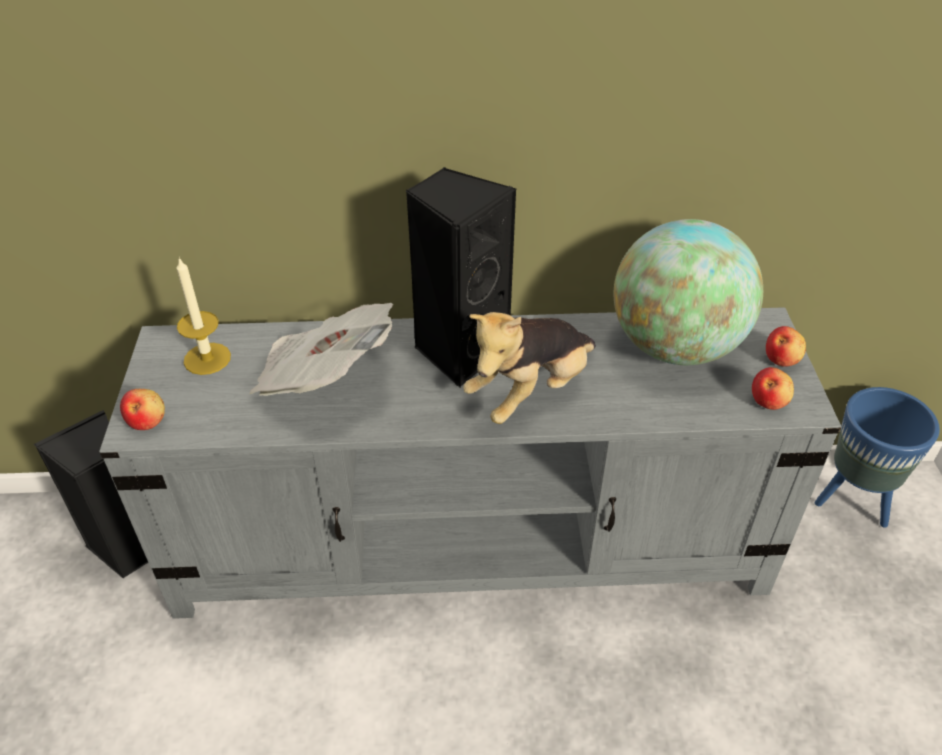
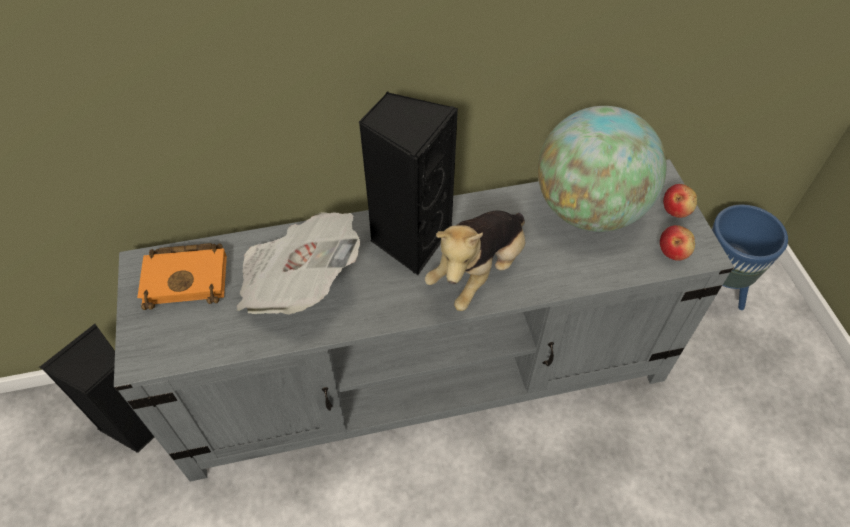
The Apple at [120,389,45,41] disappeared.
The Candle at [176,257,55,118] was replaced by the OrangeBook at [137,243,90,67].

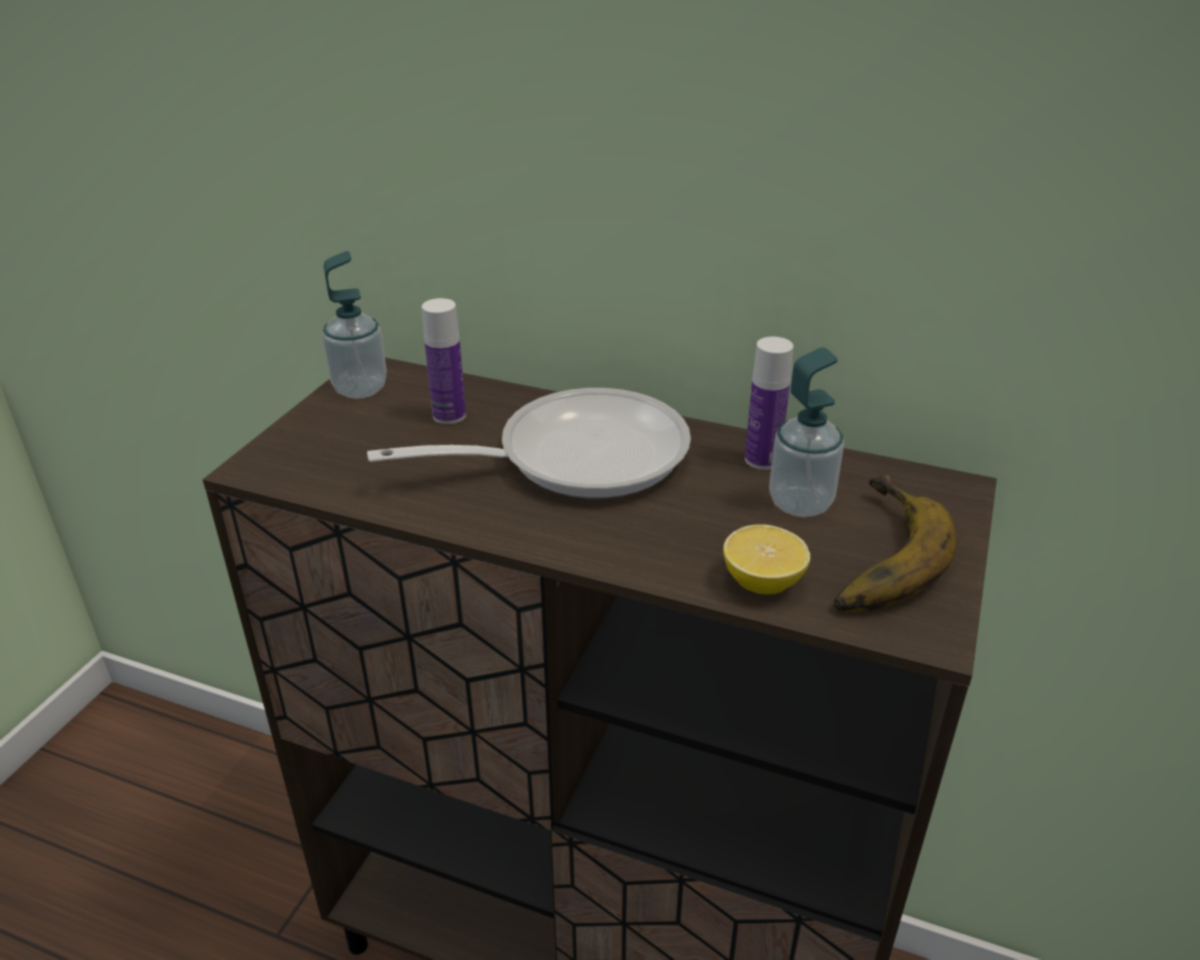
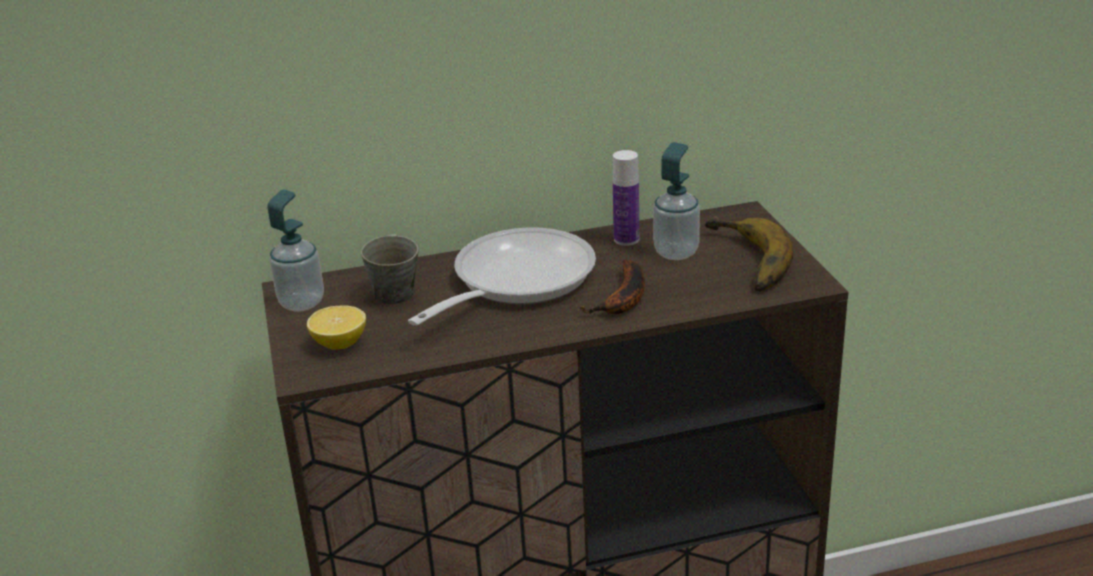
The Bottle at [422,298,44,126] was replaced by the GreyMug at [361,234,58,70].
The Lemon moved from [723,524,87,70] to [307,305,59,45].
The Banana at [580,259,65,55] appeared.

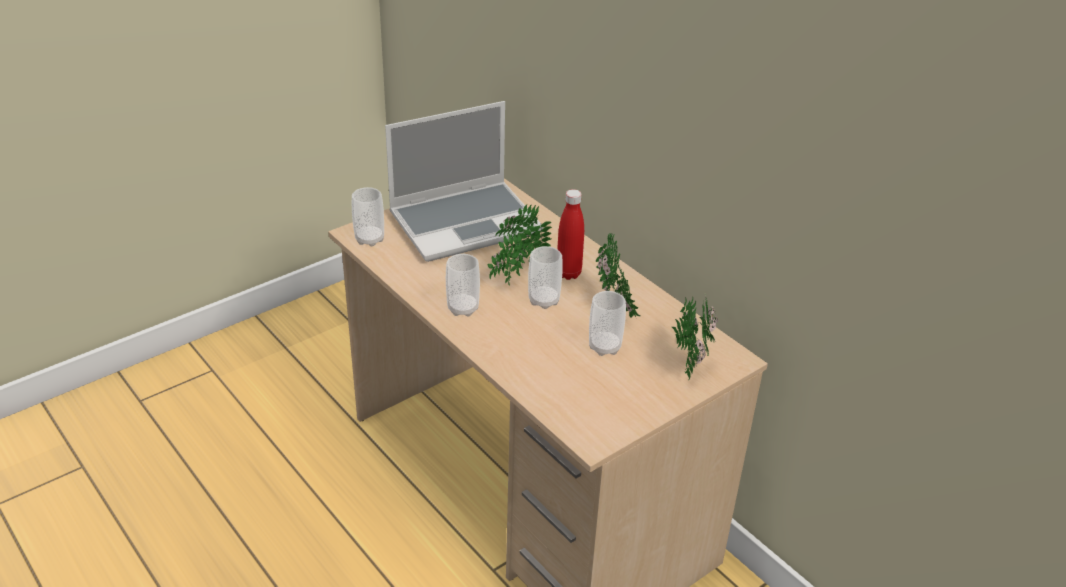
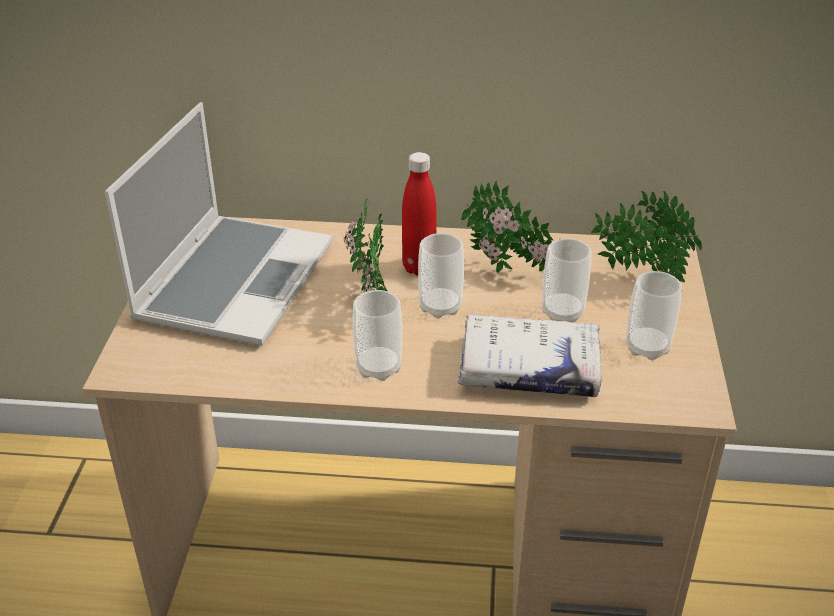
The Cup moved from [352,187,32,59] to [626,271,56,89].
The WhiteBook at [457,315,145,82] appeared.

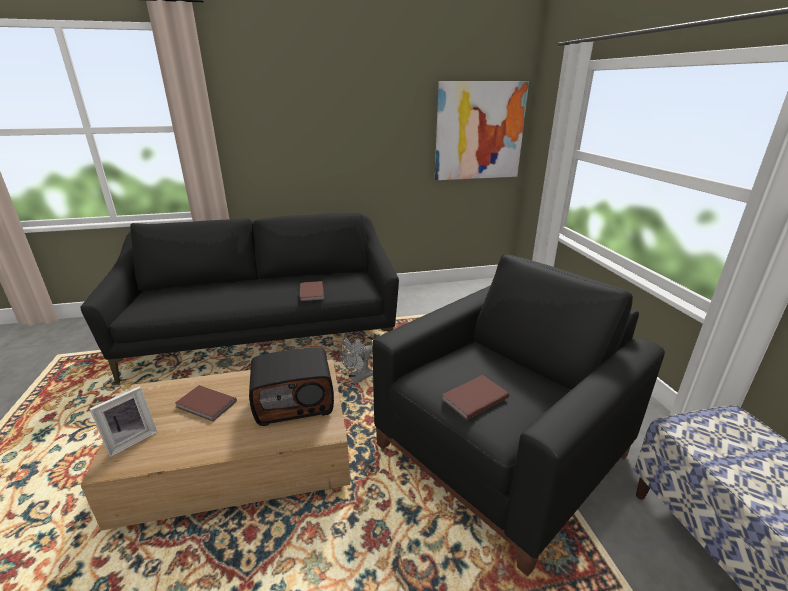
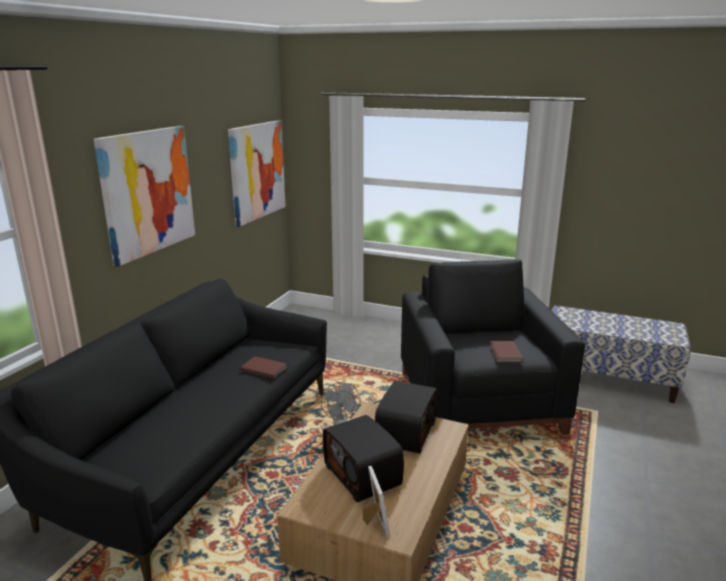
The BrownBook at [175,385,62,37] was replaced by the Radio at [323,415,81,87].
The Picture at [94,126,101,141] appeared.

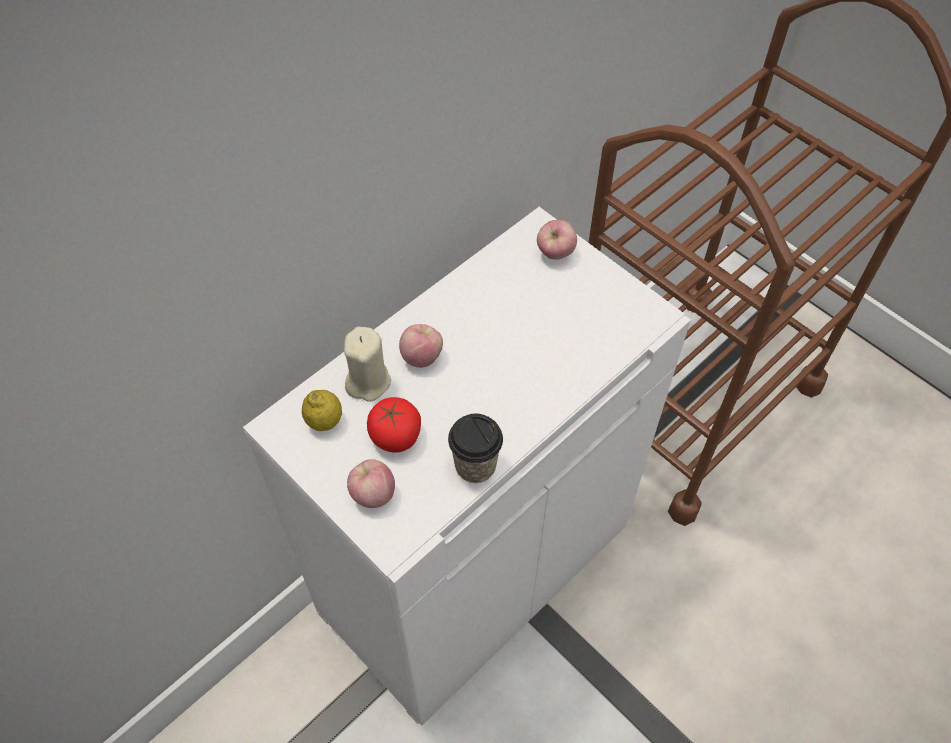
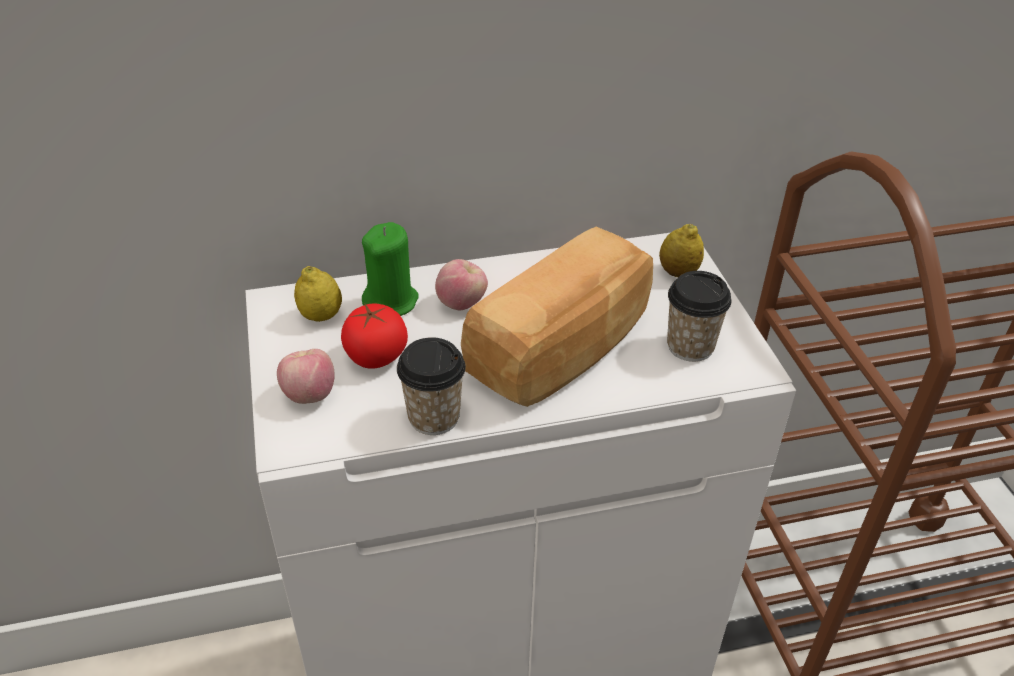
The BeigeCandle at [344,326,47,76] became the GreenCandle at [362,222,57,94].
The Apple at [537,220,40,40] was replaced by the Lemon at [659,224,45,53].
The Bread at [461,226,192,181] appeared.
The Cup at [667,271,65,91] appeared.

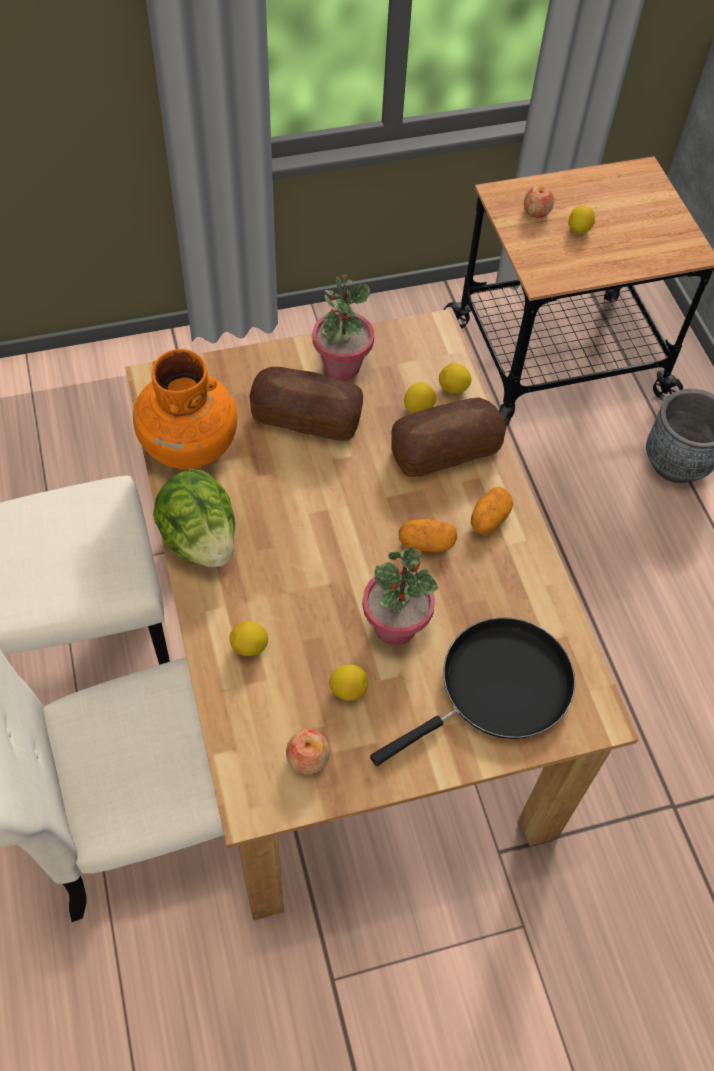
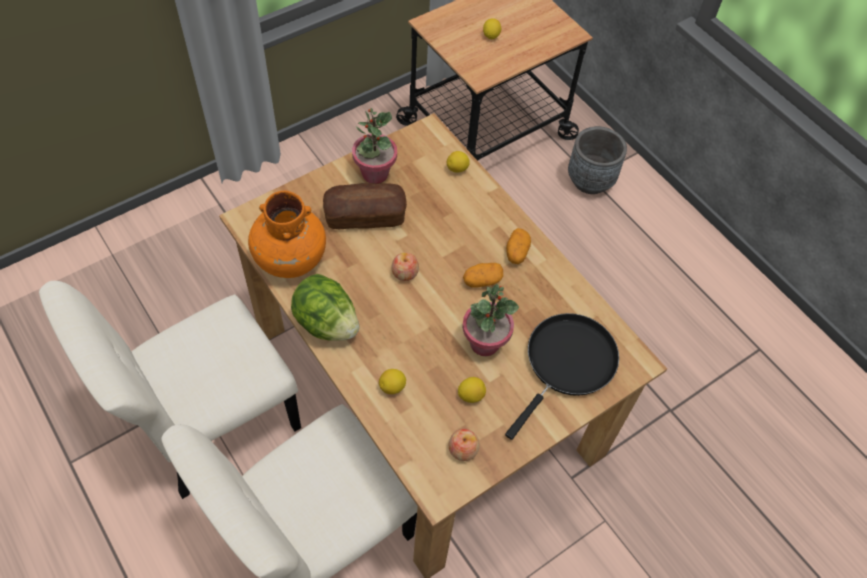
The Bread at [391,398,115,79] disappeared.
The Lemon at [404,382,32,31] disappeared.
The Apple moved from [524,185,30,33] to [391,252,28,29].

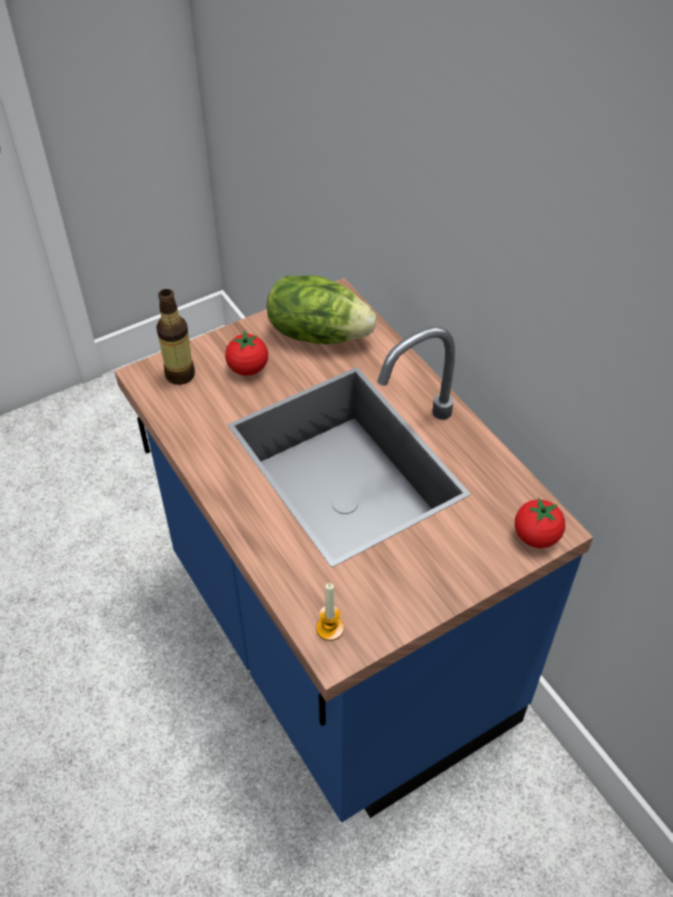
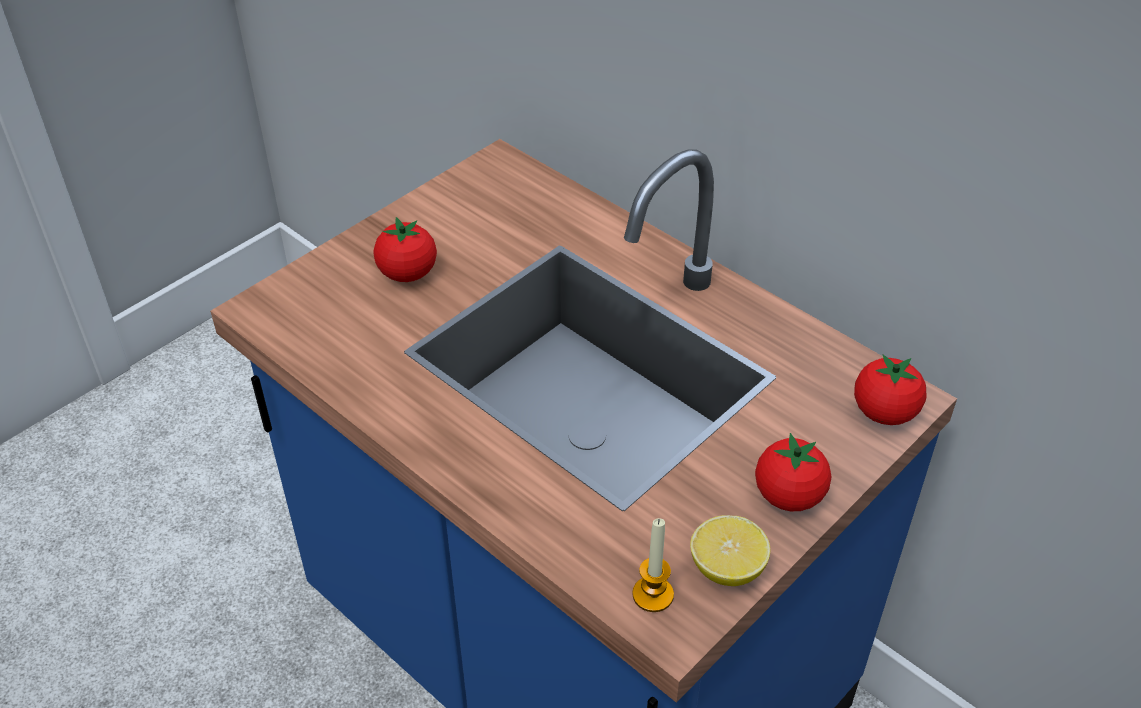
The Bottle at [156,289,39,96] disappeared.
The Lettuce at [267,275,109,70] disappeared.
The Lemon at [690,515,80,71] appeared.
The Tomato at [755,433,76,78] appeared.

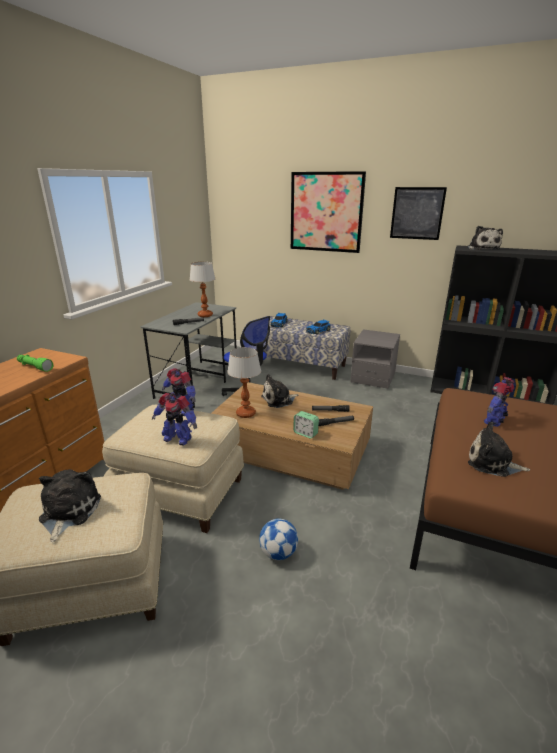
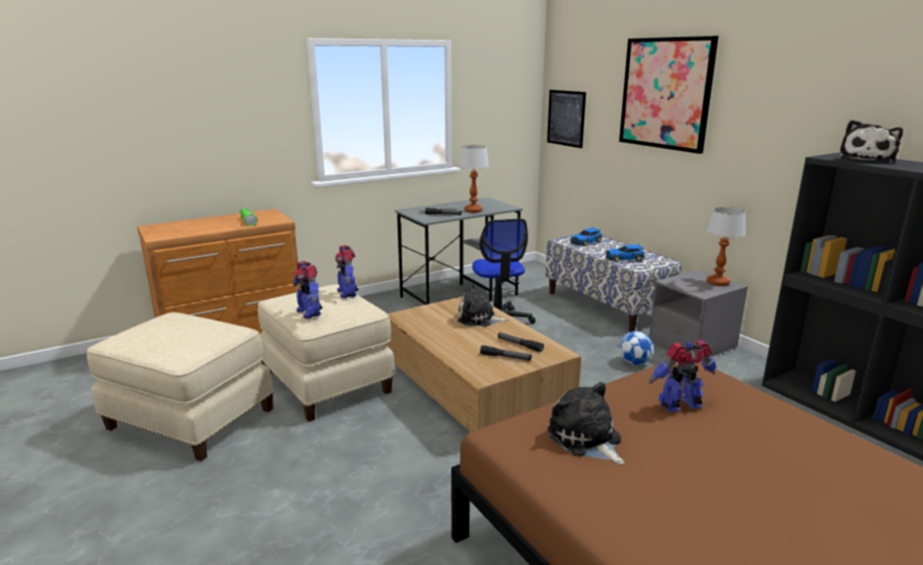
The PlushToy at [39,469,62,73] disappeared.
The TableLamp moved from [227,347,34,71] to [706,207,40,79].
The Football moved from [259,518,39,42] to [619,331,34,34].
The AlarmClock at [293,411,26,28] disappeared.
The Picture moved from [390,187,57,53] to [547,90,39,58].

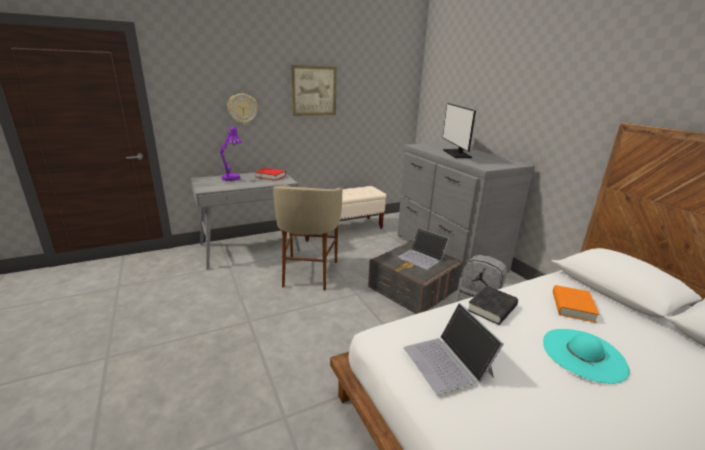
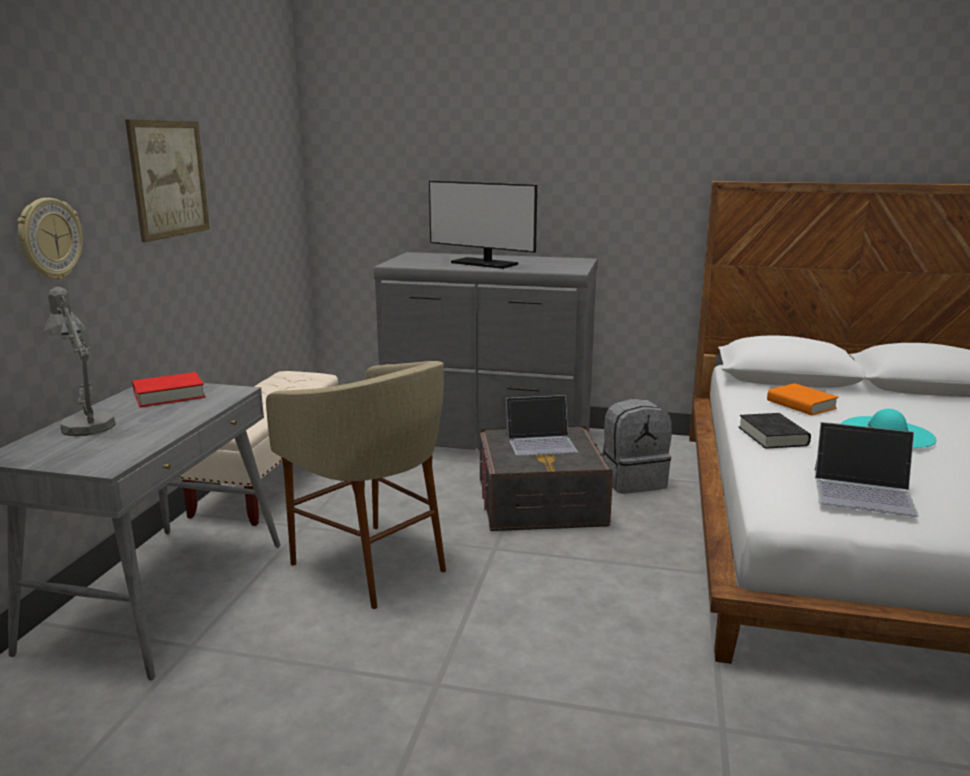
The PurpleTableLamp at [219,126,23,55] became the GreyTableLamp at [43,287,73,149].

